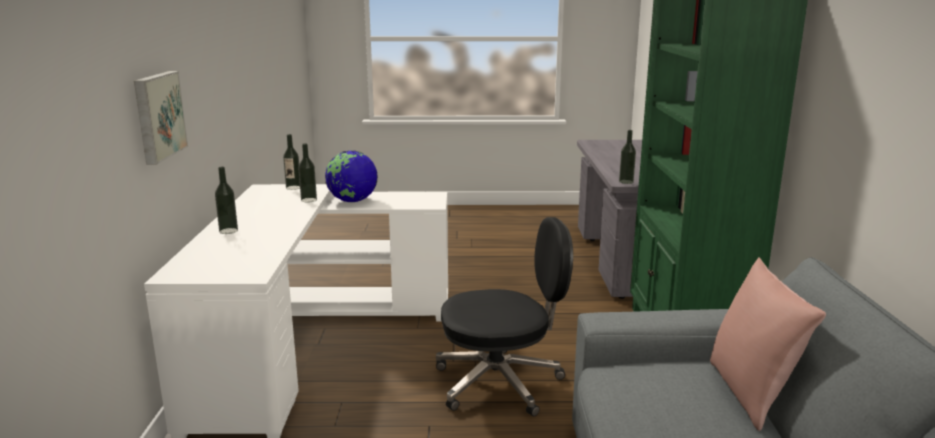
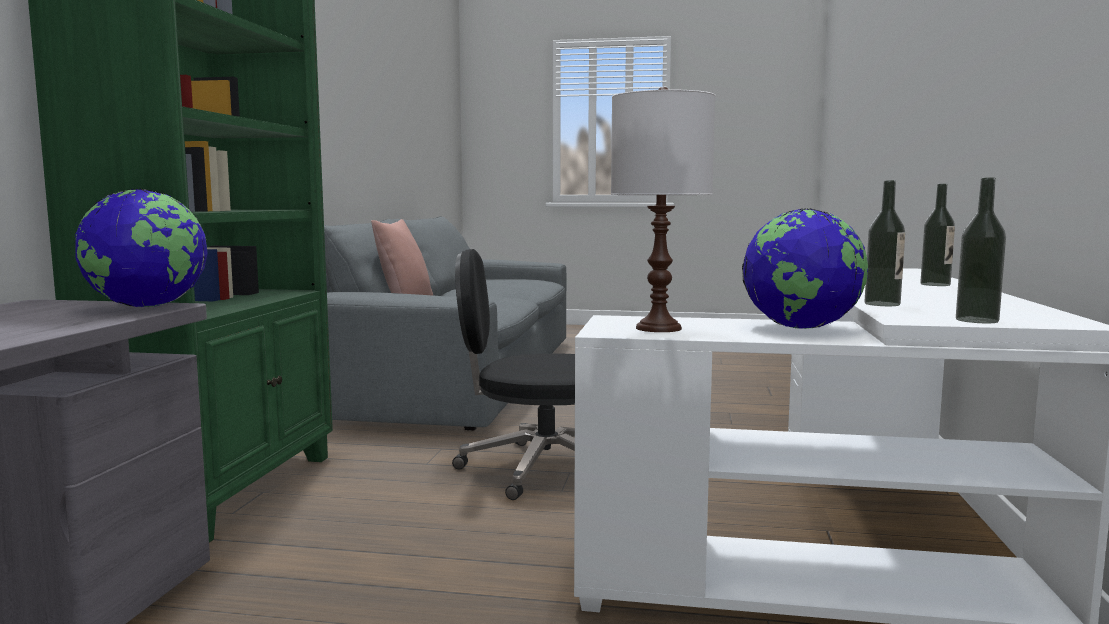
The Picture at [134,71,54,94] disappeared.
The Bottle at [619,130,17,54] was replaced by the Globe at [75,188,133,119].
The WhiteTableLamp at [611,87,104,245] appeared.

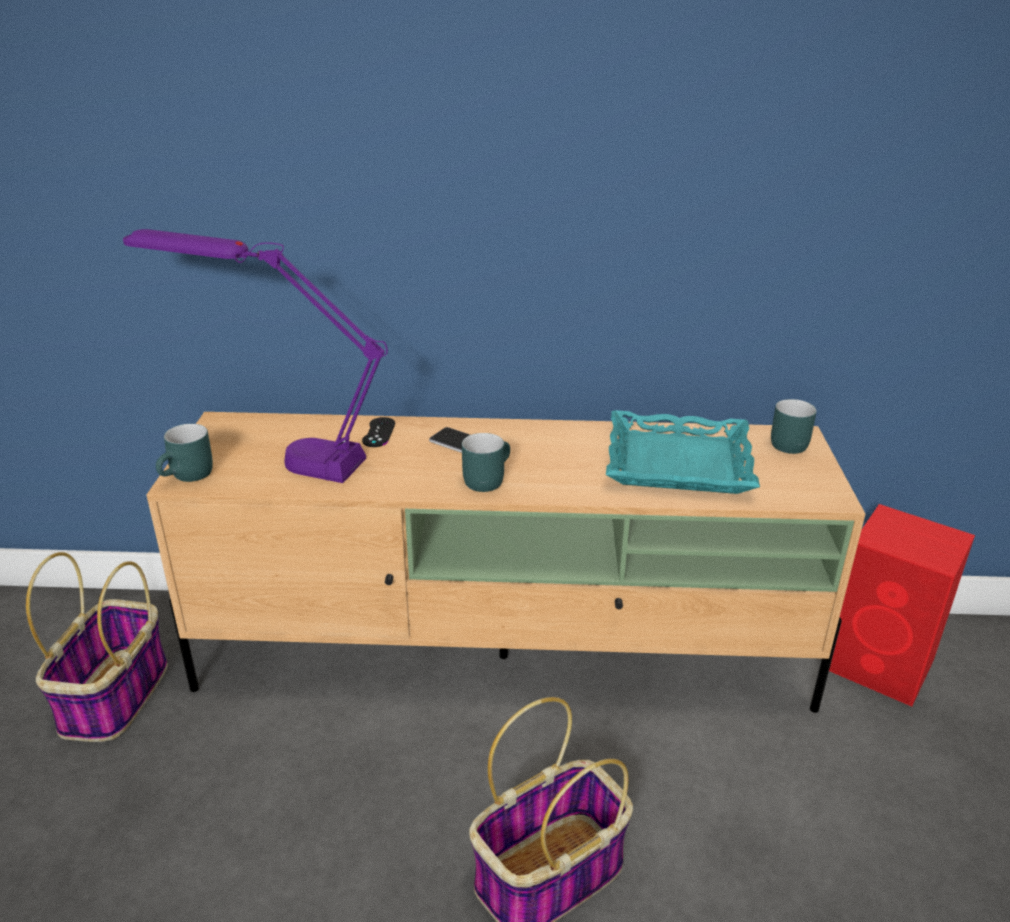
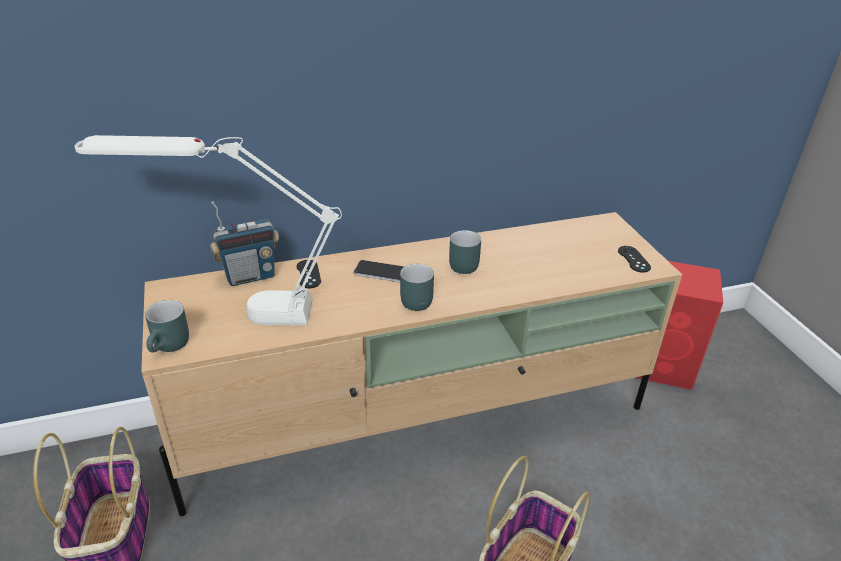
The PurpleTableLamp at [123,229,265,254] became the WhiteTableLamp at [75,135,267,190].
The TurquoiseTray at [606,410,154,84] disappeared.
The TurquoiseMug moved from [771,399,46,55] to [449,230,32,44].
The Radio at [210,201,69,85] appeared.
The BlackGameController at [618,246,33,27] appeared.

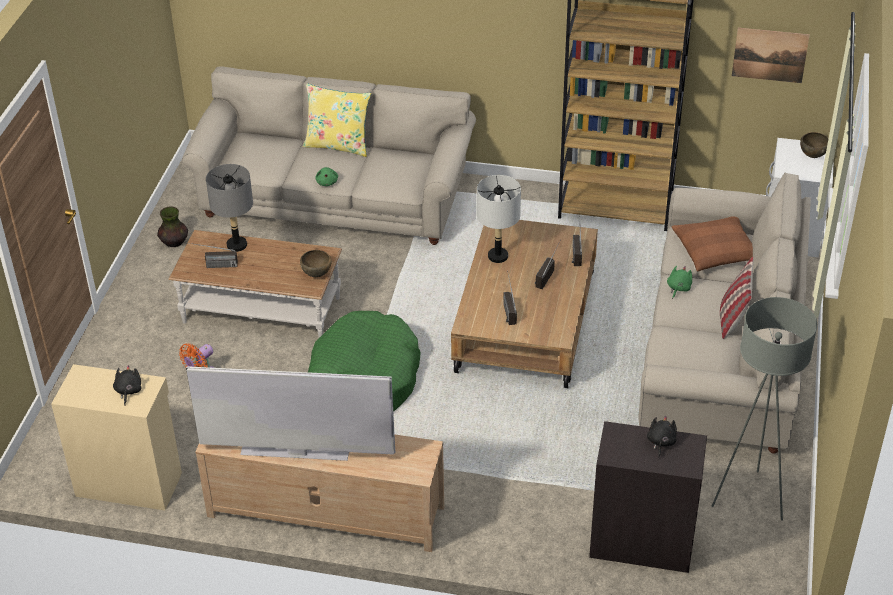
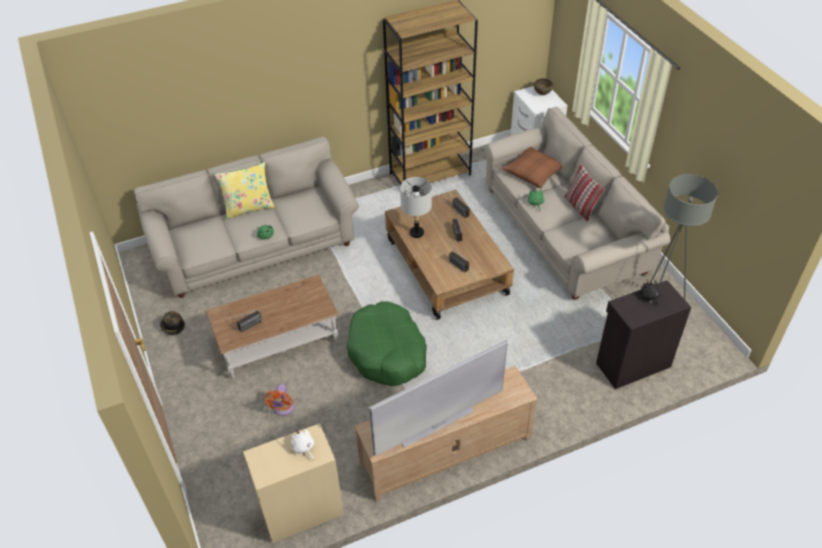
The BlackPlushToy at [113,365,29,40] became the WhitePlushToy at [291,429,23,31].
The Vase at [157,206,31,41] was replaced by the Hat at [160,311,25,24].
The GreyTableLamp at [206,164,47,88] disappeared.
The BrownBowl at [300,250,32,28] disappeared.
The Picture at [732,28,78,55] disappeared.

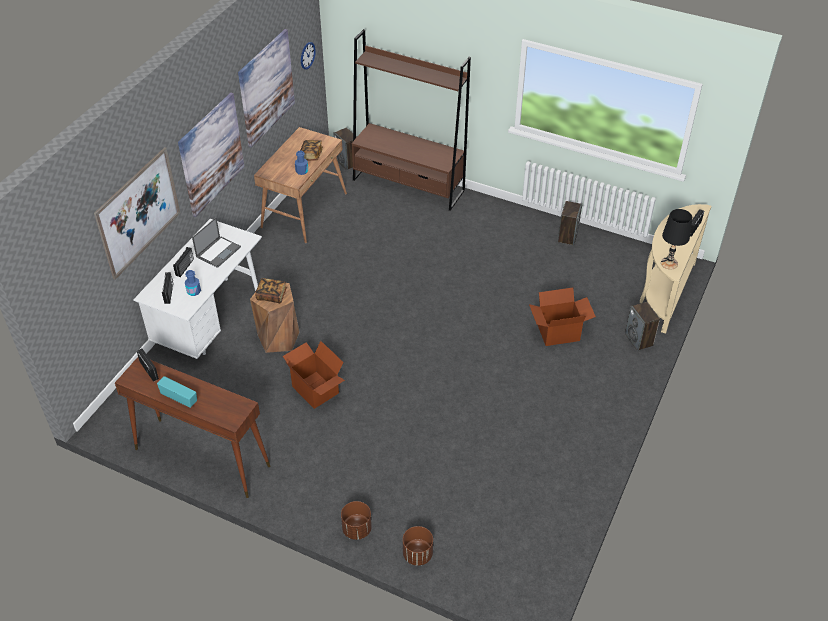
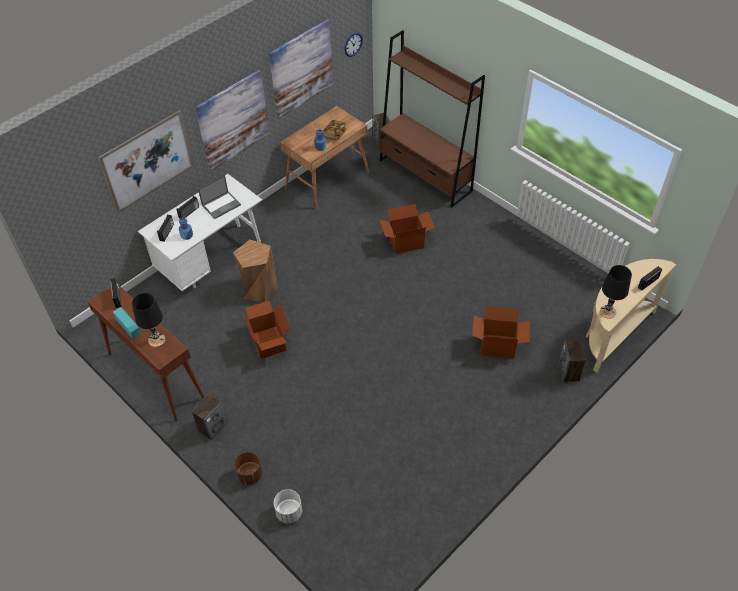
The Book at [255,278,32,25] disappeared.
The BrownPlanter at [403,526,30,40] became the WhitePlanter at [274,489,28,34].
The Speaker moved from [558,201,24,45] to [192,394,36,46].
The BlackTableLamp at [132,293,33,54] appeared.
The CardboardBox at [380,204,55,50] appeared.

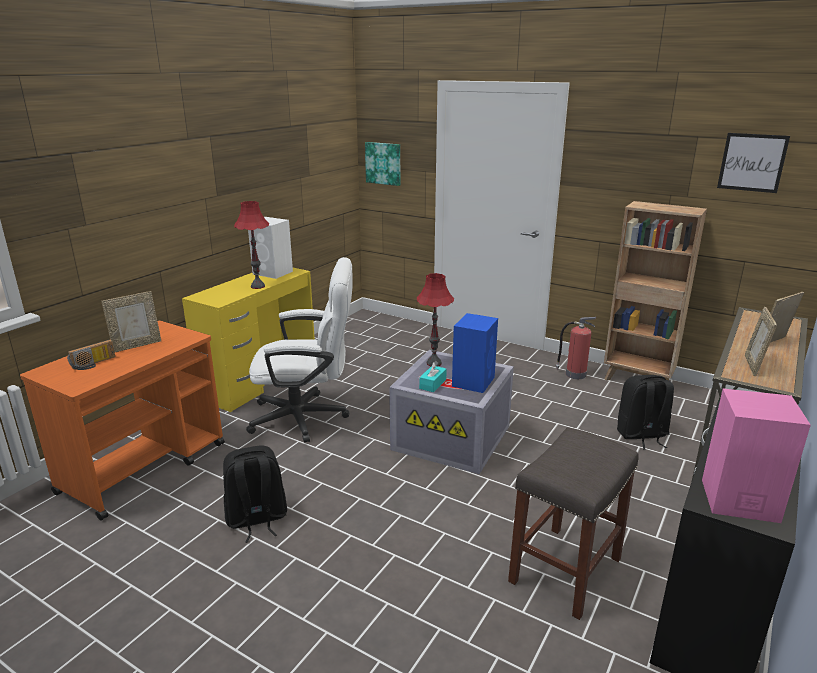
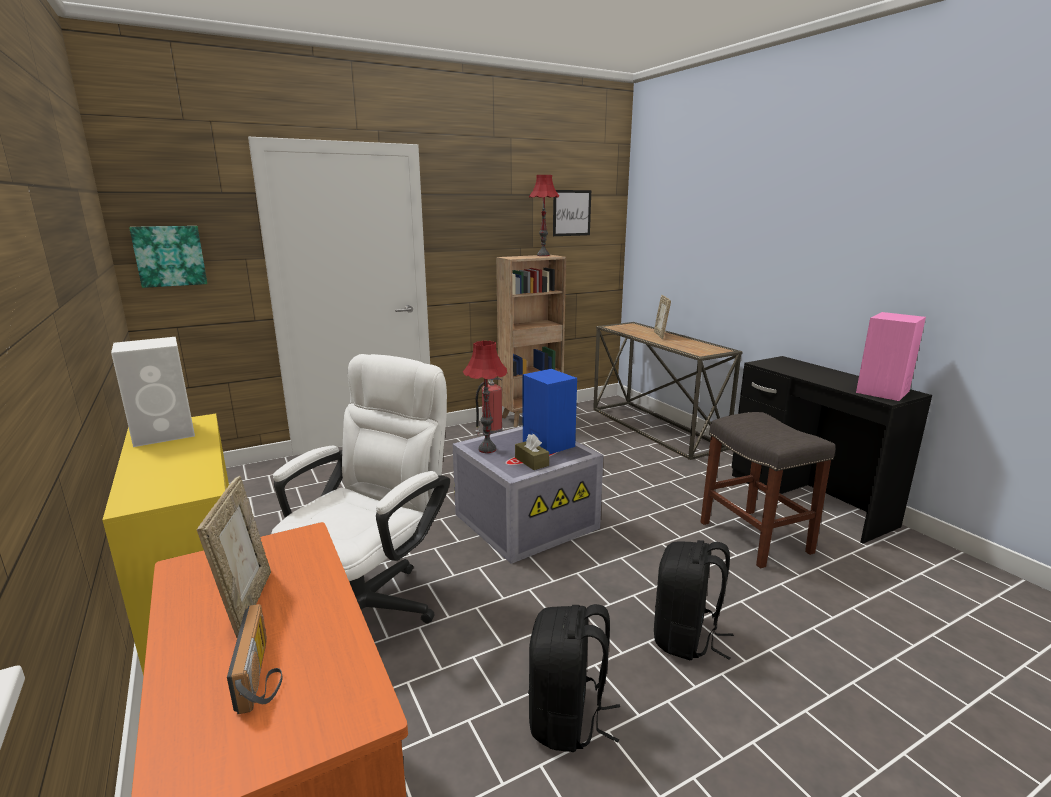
The RedTableLamp moved from [234,201,35,88] to [529,175,30,81].
The TurquoiseTissueBox at [419,361,28,31] became the BrownTissueBox at [515,434,34,36].
The BlackBackpack moved from [617,375,57,75] to [654,540,80,120].
The PictureFrame at [745,307,32,70] disappeared.

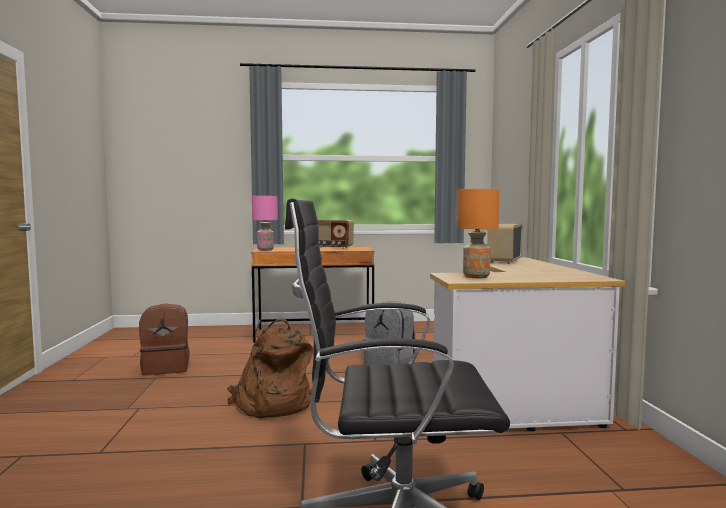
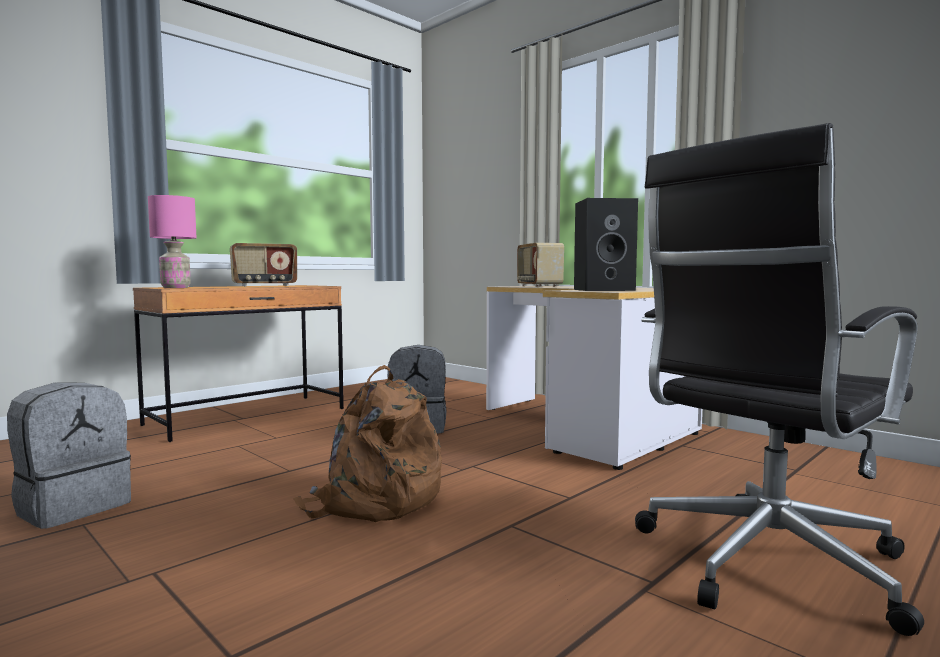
The BrownBackpack at [139,304,51,72] became the GreyBackpack at [7,382,124,147].
The OrangeTableLamp at [457,189,43,89] was replaced by the BlackSpeaker at [574,198,64,93].

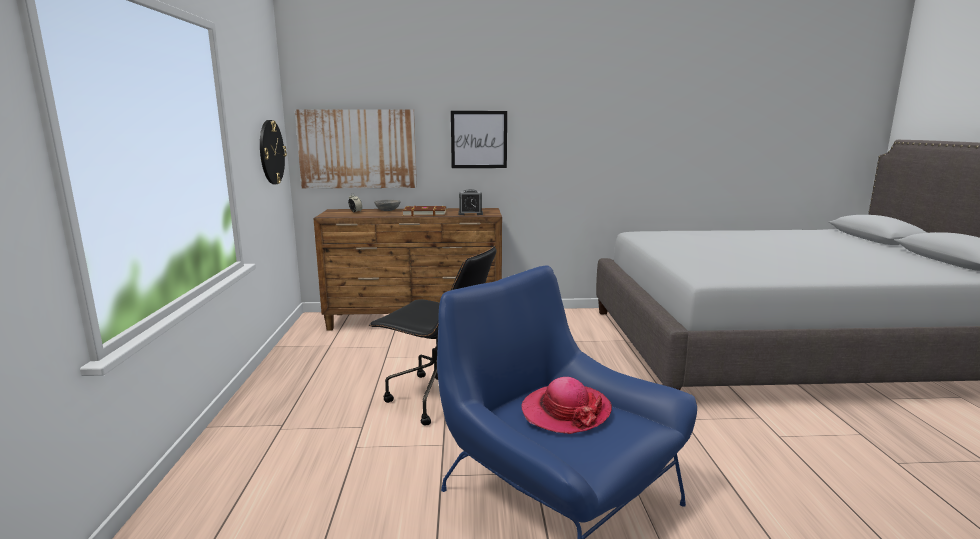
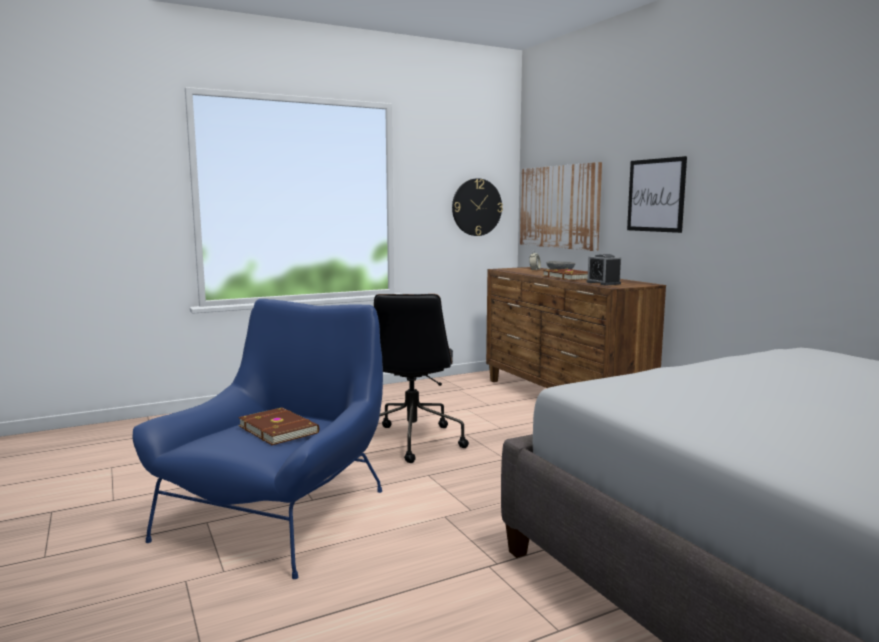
The Hat at [521,377,91,57] was replaced by the BrownBook at [238,408,81,37].

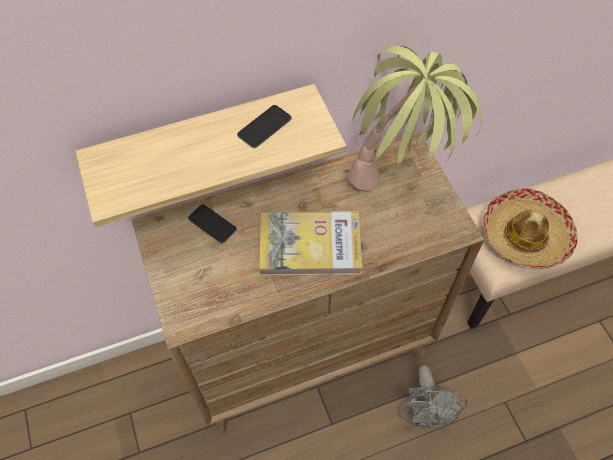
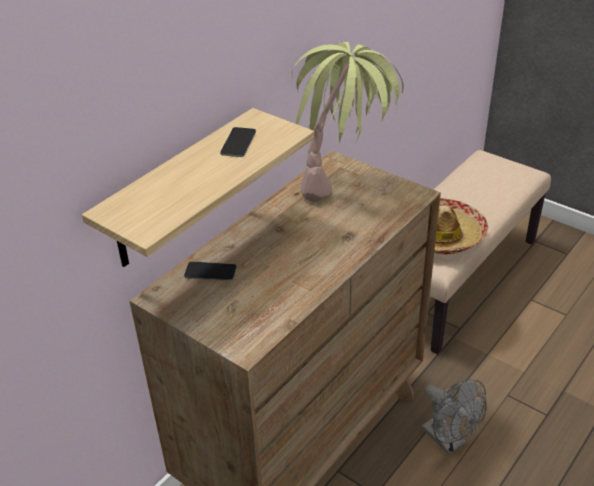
The Book at [259,211,103,65] disappeared.

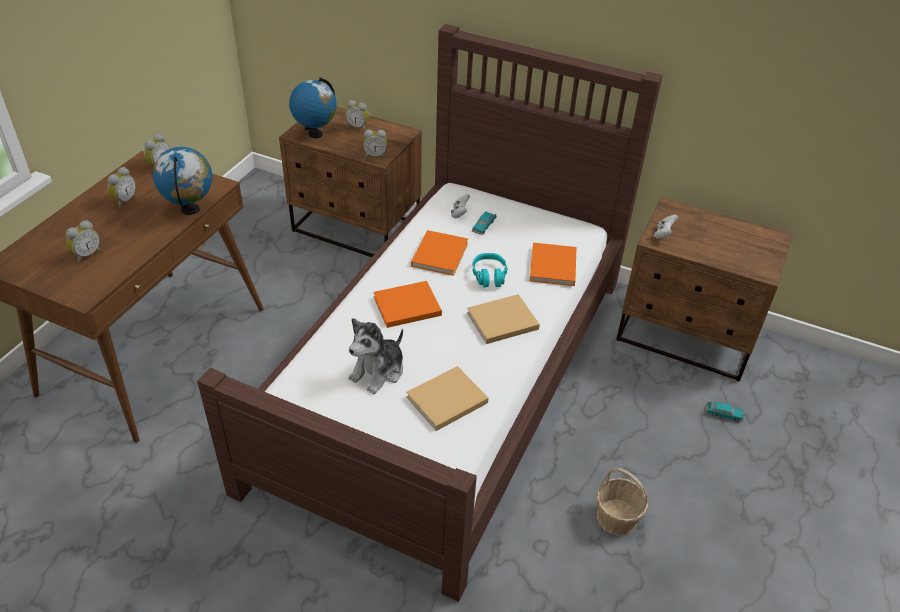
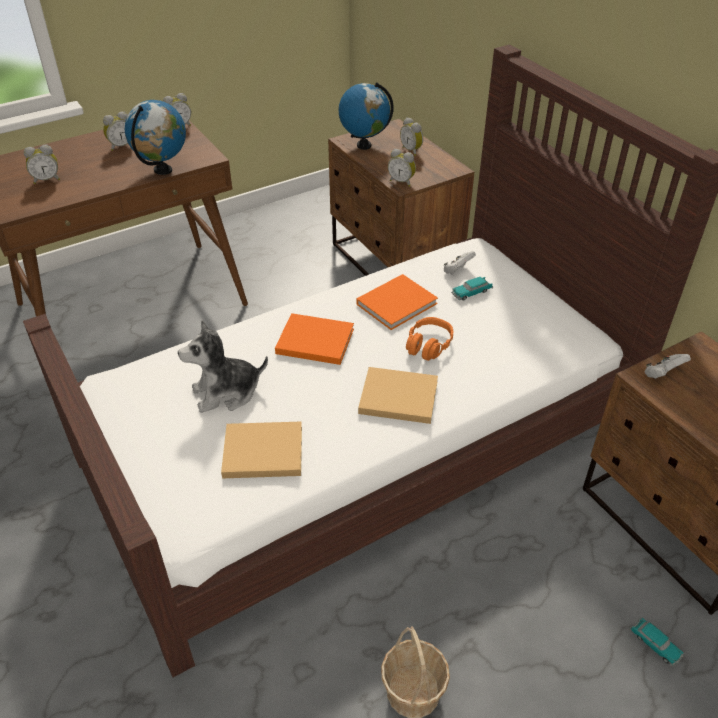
The TurquoiseHeadphones at [472,253,36,34] became the OrangeHeadphones at [406,317,47,44].
The OrangeBook at [530,243,46,43] disappeared.

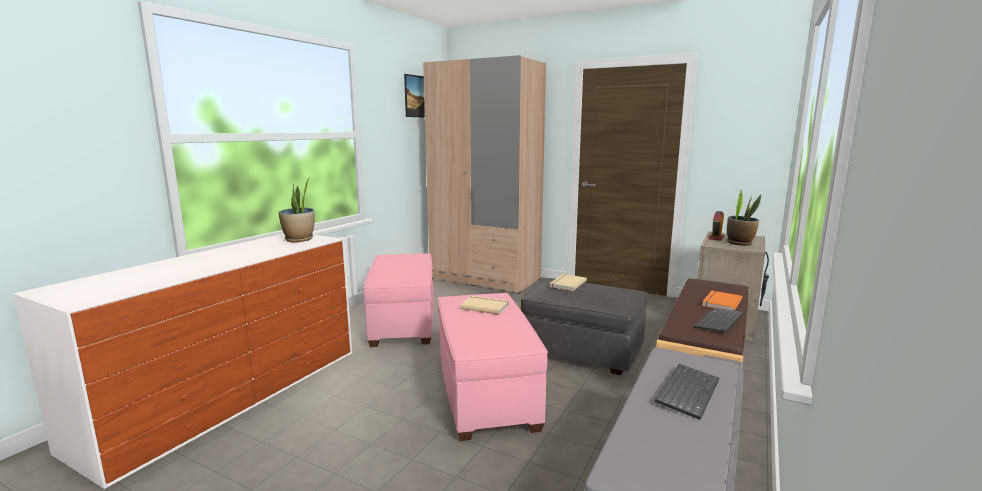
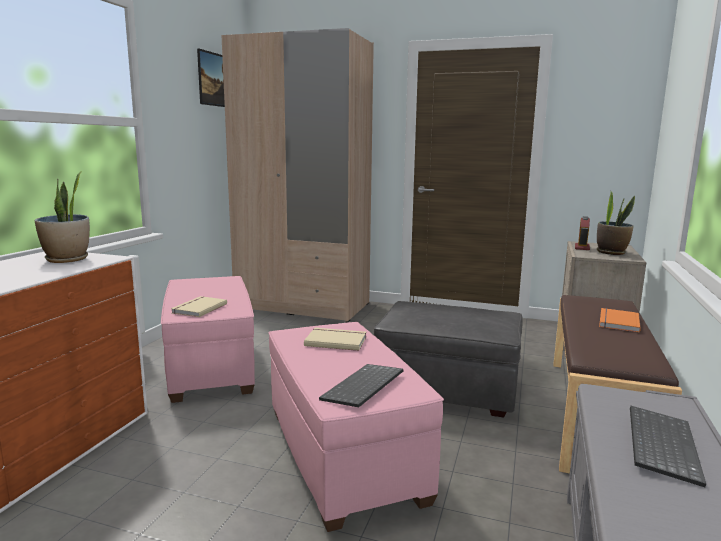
The BeigeBook moved from [549,274,38,17] to [171,296,56,21].
The Keyboard moved from [693,308,51,25] to [319,364,84,43].

